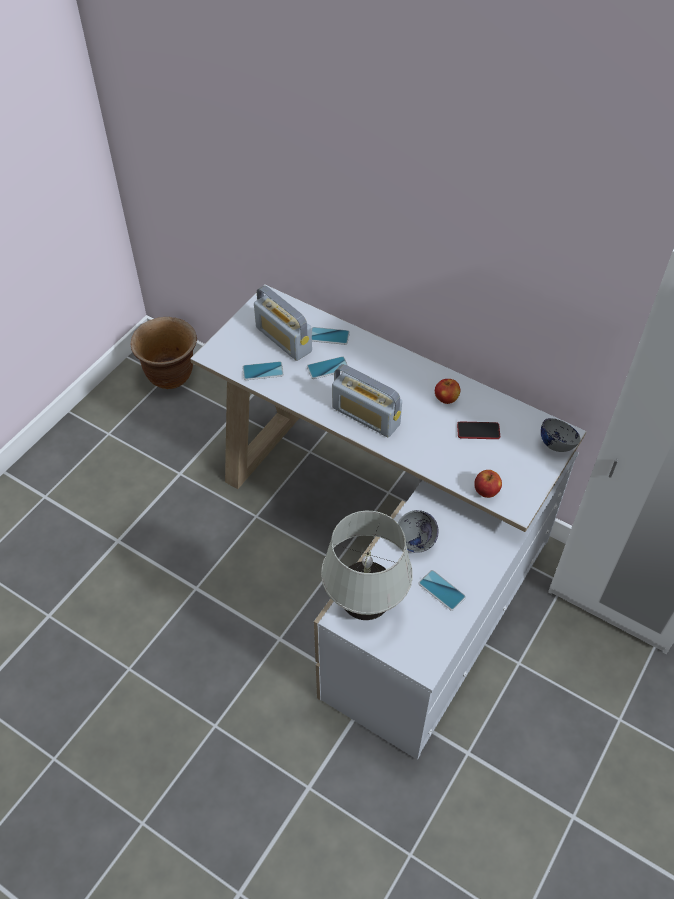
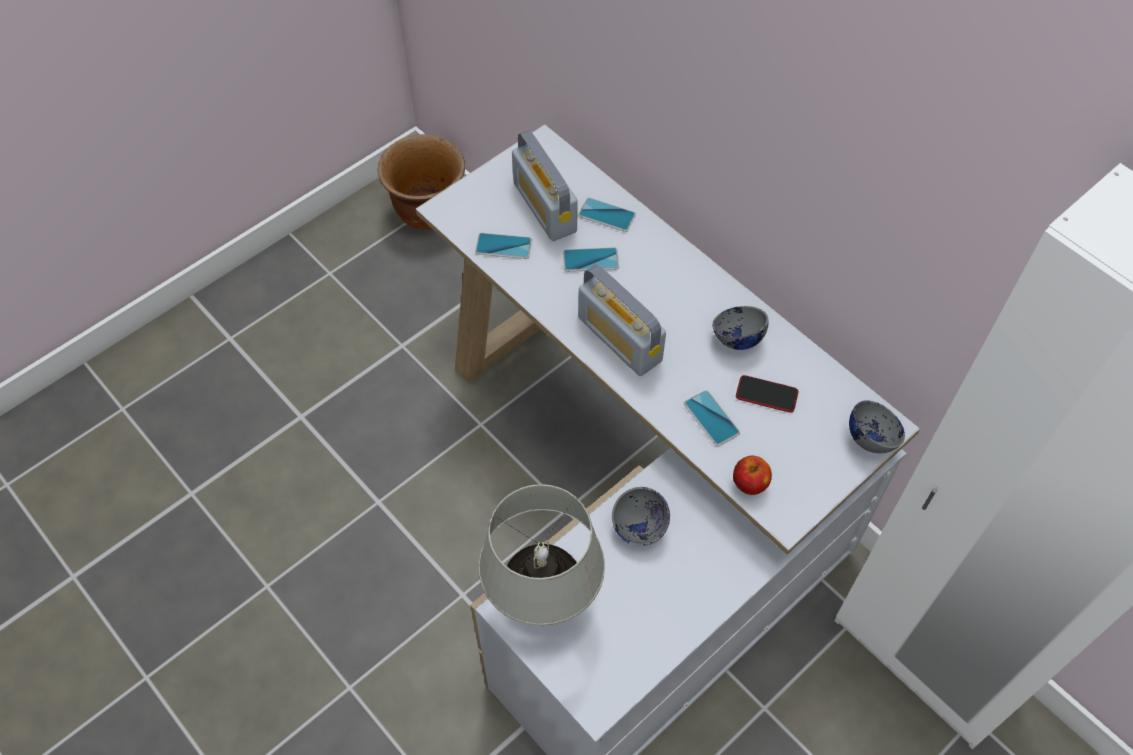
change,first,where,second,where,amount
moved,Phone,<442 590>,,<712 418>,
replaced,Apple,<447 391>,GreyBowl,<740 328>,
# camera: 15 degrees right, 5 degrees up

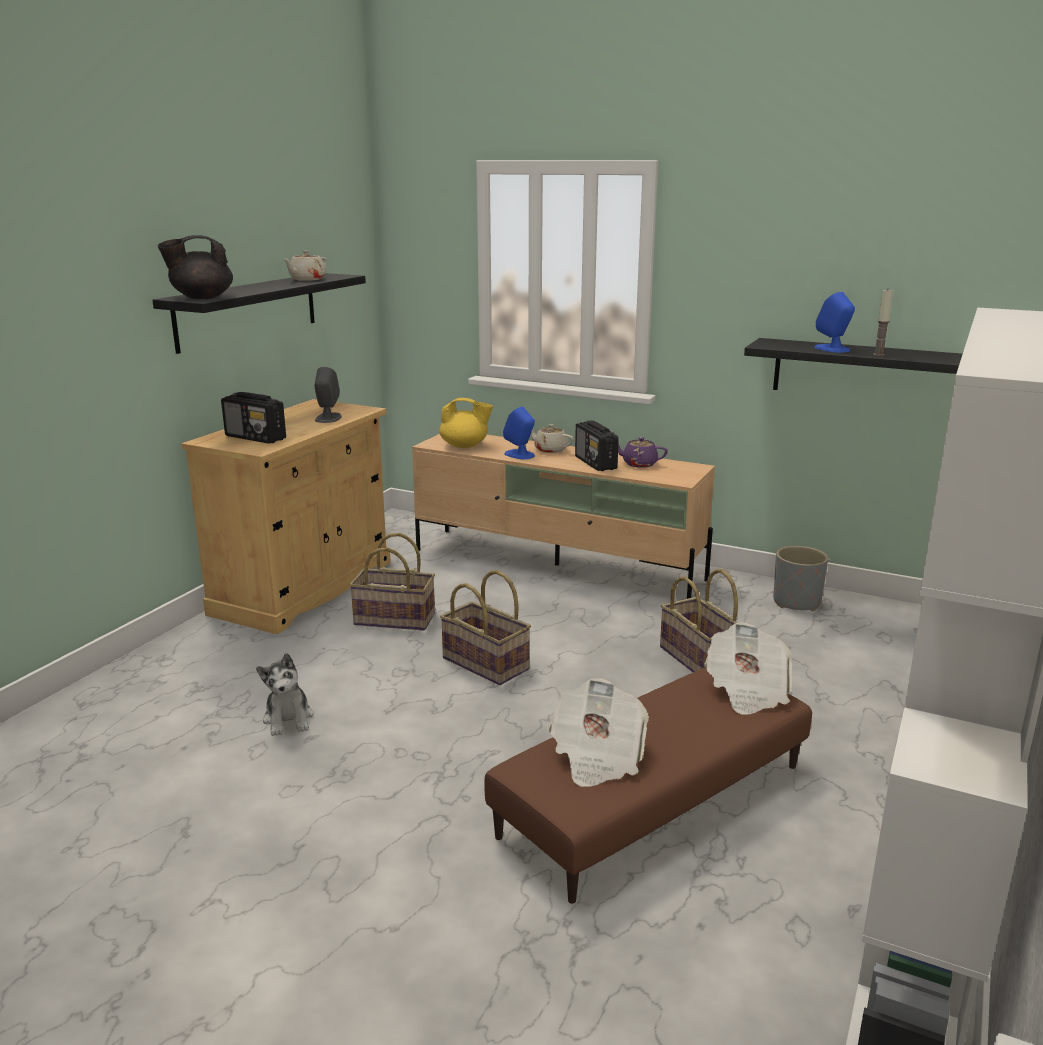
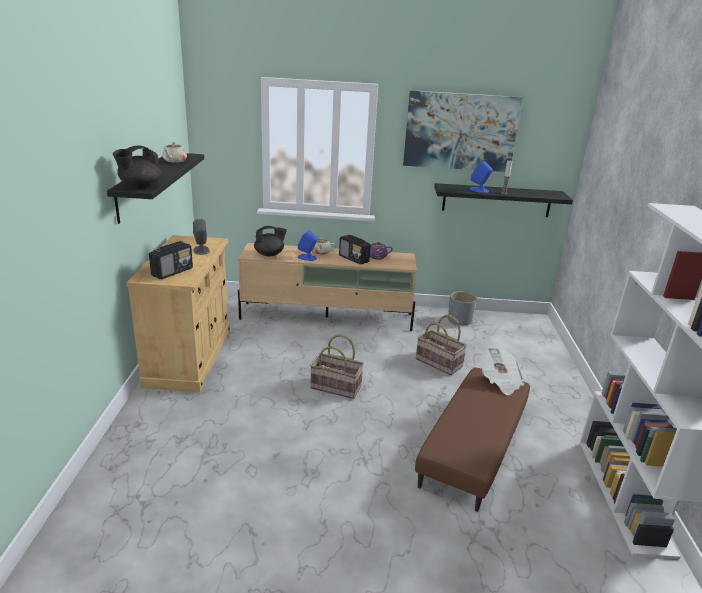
change,first,where,second,where,amount
removed,PlushToy,<284 694>,,,
removed,Basket,<392 582>,,,
removed,Newspaper,<599 732>,,,
added,,,Picture,<463 131>,
recoloured,YellowTeapot,<466 423>,BlackTeapot,<270 241>,
turned,Radio,<253 418>,,<171 260>,60 degrees counterclockwise
# camera: 25 degrees left, 5 degrees up

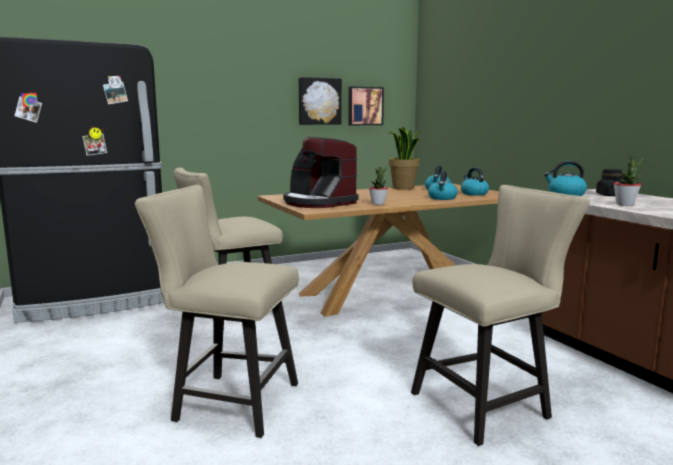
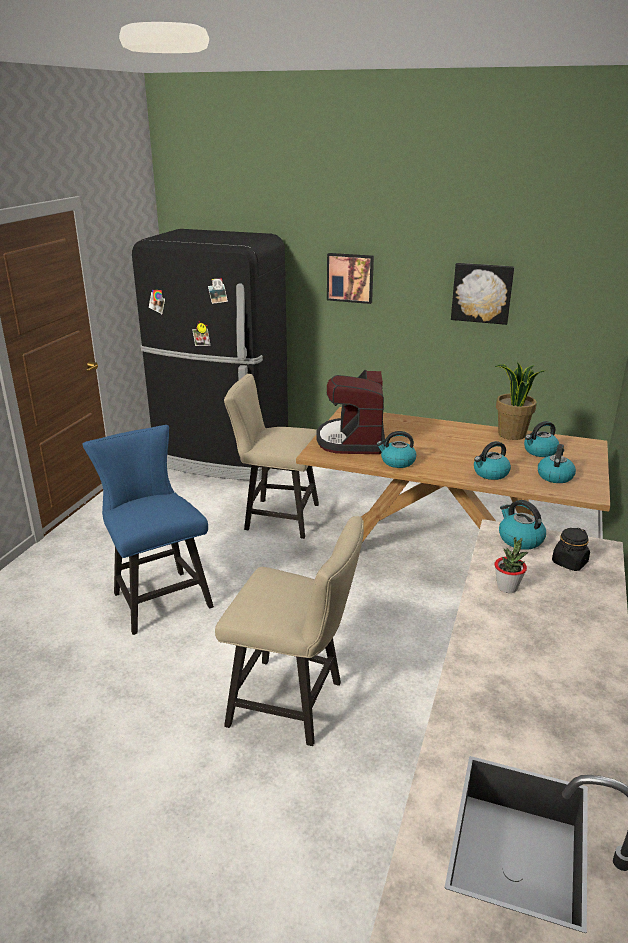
change,first,where,second,where,amount
moved,Picture,<366 106>,,<350 278>,
replaced,PottedPlant,<378 185>,Kettle,<396 449>,
recoloured,BeigeChair,<217 311>,BlueChair,<148 530>,
# camera: 45 degrees right, 15 degrees up

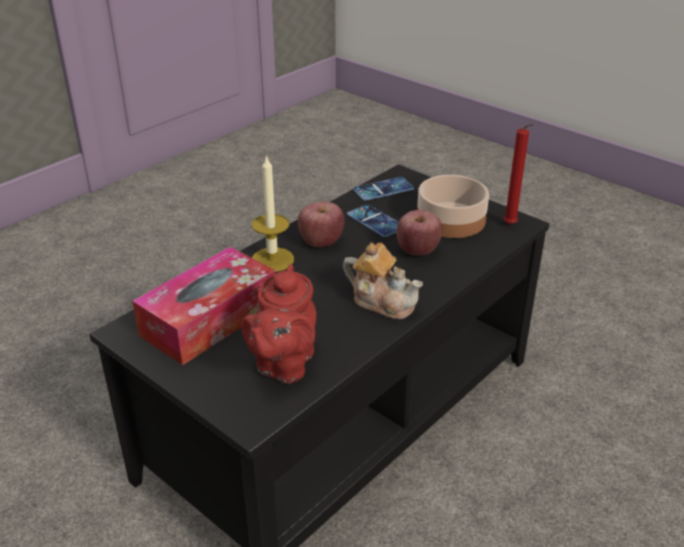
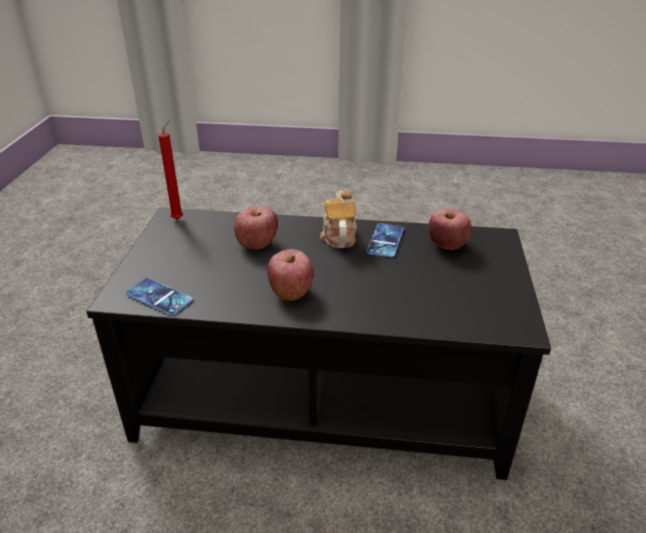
change,first,where,second,where,amount
removed,TissueBox,<203 306>,,,
removed,Candle,<273 213>,,,
removed,Bowl,<453 206>,,,
moved,Phone,<372 221>,,<385 240>,
replaced,RedTeapot,<278 324>,Apple,<450 229>,
# camera: 125 degrees left, 0 degrees up

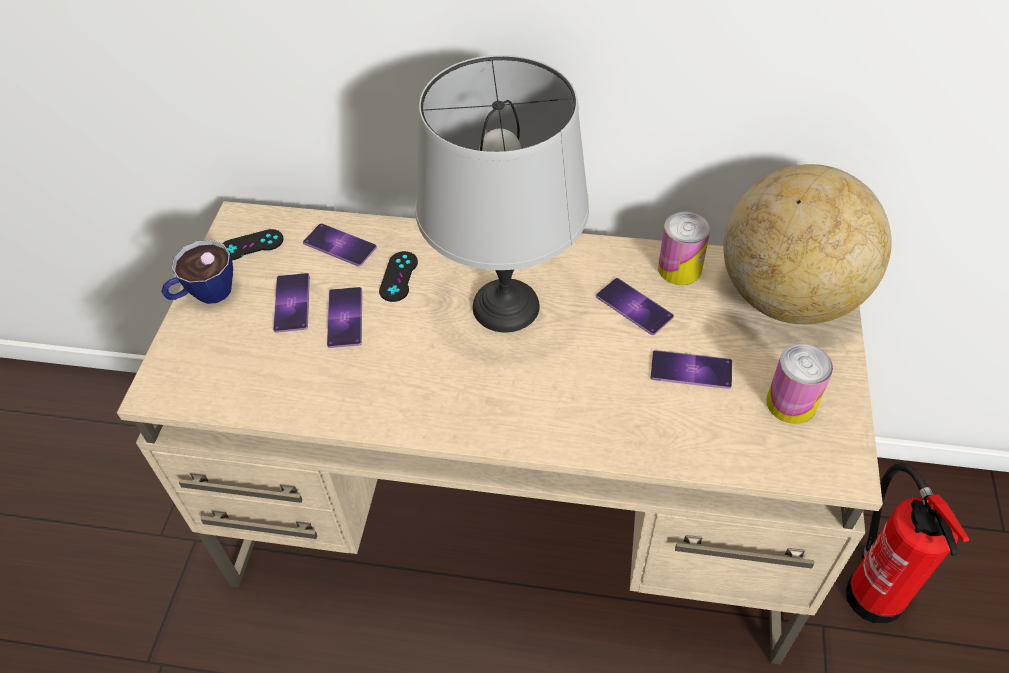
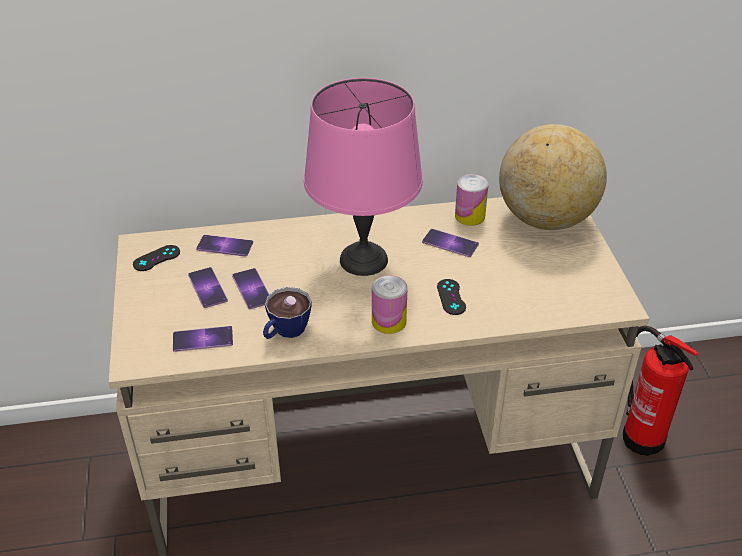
change,first,where,second,where,amount
moved,Cup,<197 272>,,<287 313>,
moved,BlackGameController,<398 276>,,<451 297>,
moved,Phone,<691 369>,,<203 339>,
moved,Can,<799 384>,,<390 304>,
recoloured,GreyTableLamp,<502 193>,PinkTableLamp,<363 177>,
# camera: 20 degrees left, 10 degrees down

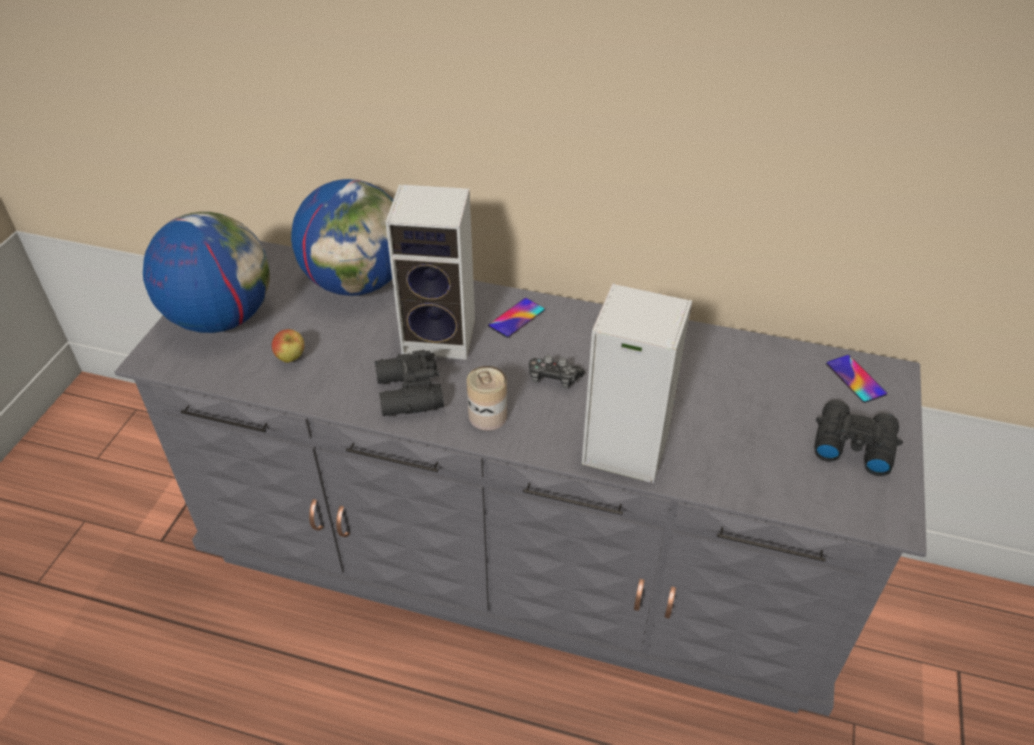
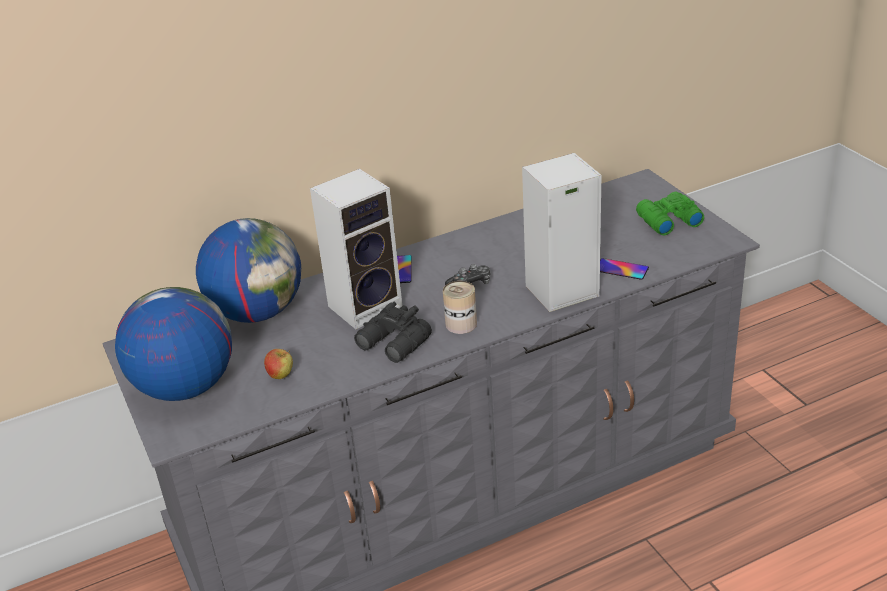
change,first,where,second,where,amount
moved,Phone,<856 379>,,<624 269>,
recoloured,BlackBinoculars,<858 438>,GreenBinoculars,<670 213>,
# camera: 40 degrees left, 10 degrees down

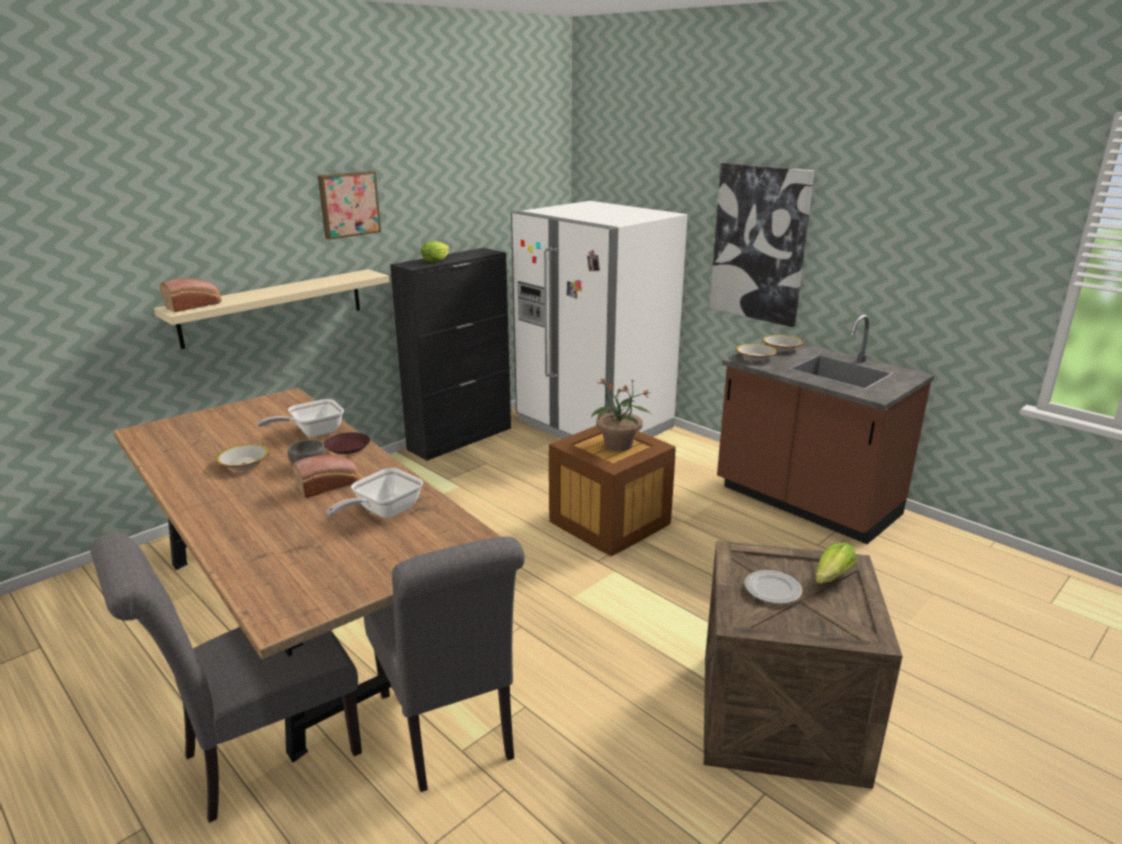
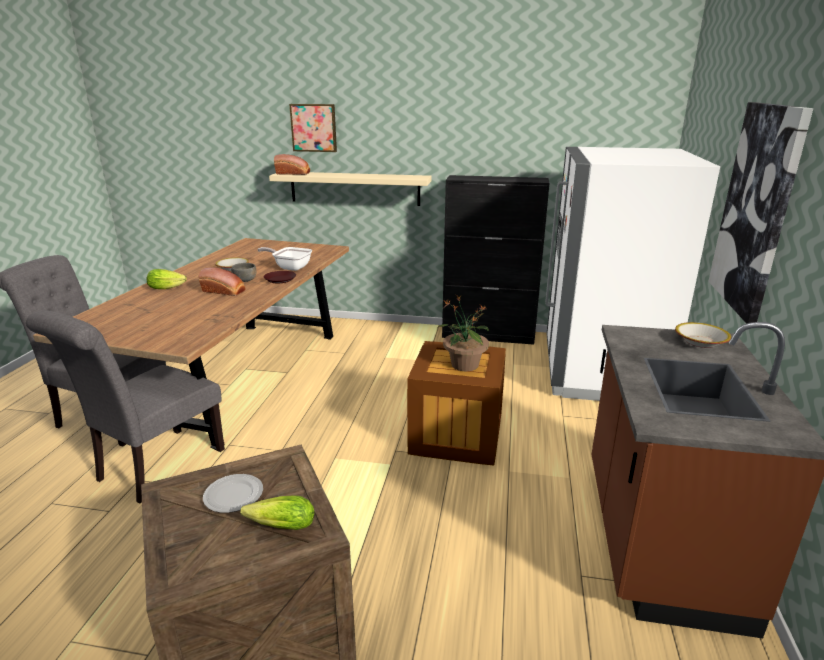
change,first,where,second,where,amount
removed,FryingPan,<374 493>,,,
removed,Bowl,<756 352>,,,
moved,Picture,<349 205>,,<313 128>,
moved,Lettuce,<435 252>,,<166 279>,
# camera: 55 degrees right, 0 degrees up

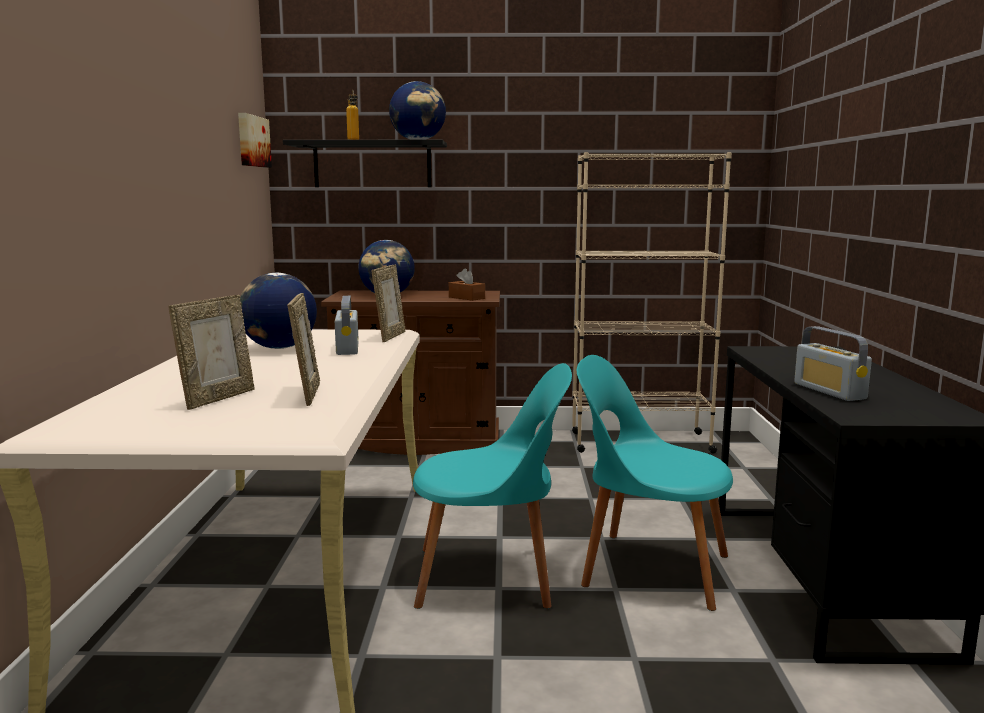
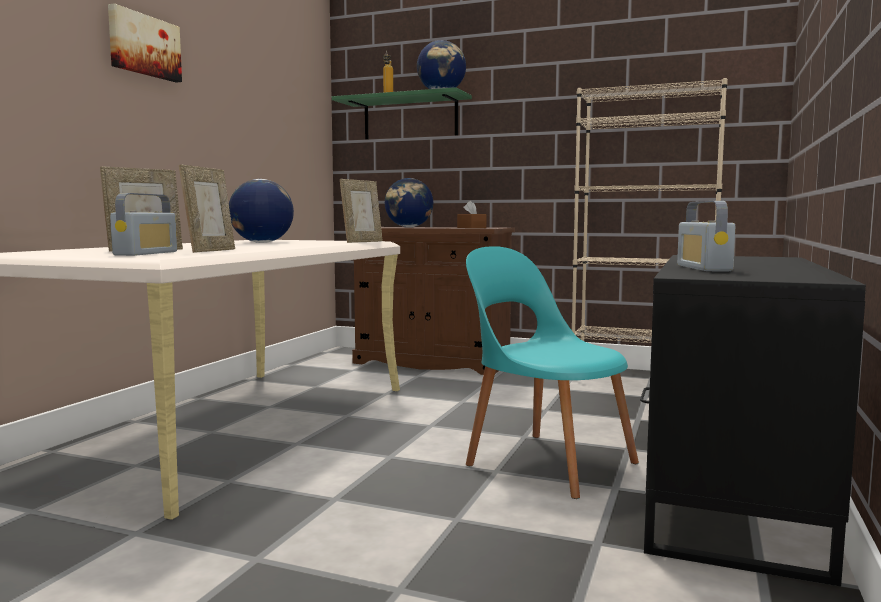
change,first,where,second,where,amount
removed,TurquoiseChair,<492 486>,,,
moved,Picture,<255 140>,,<145 43>,
moved,Radio,<347 325>,,<143 224>,
recoloured,BlackShelf,<365 163>,GreenShelf,<402 113>,
# camera: 20 degrees right, 5 degrees down

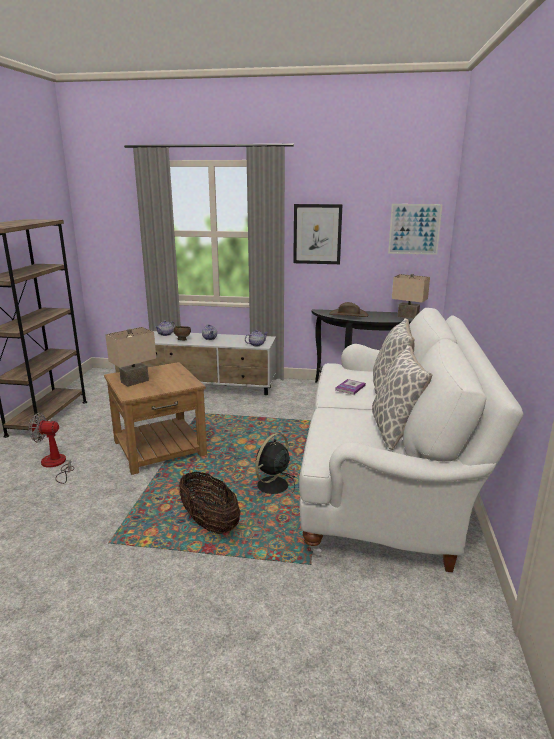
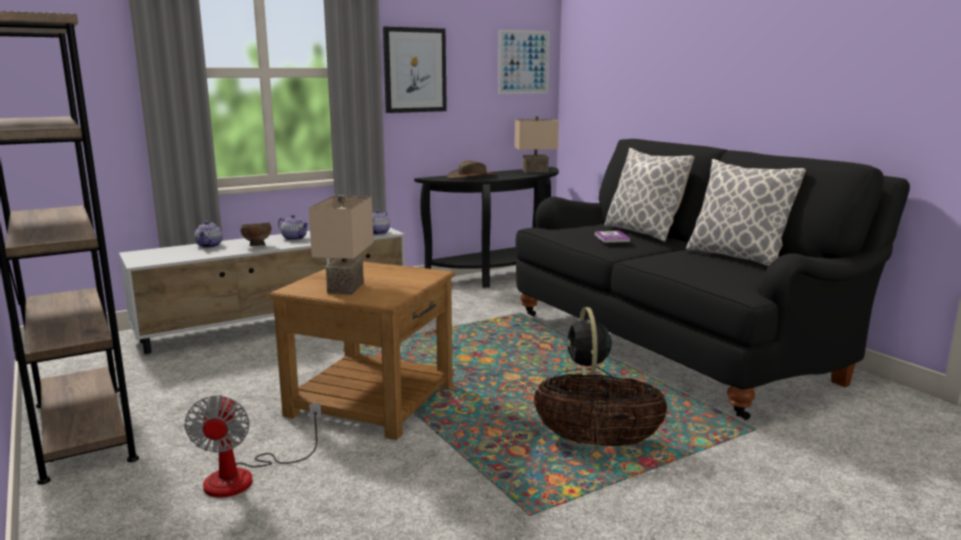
change,first,where,second,where,amount
recoloured,WhiteSofa,<411 440>,BlackSofa,<712 279>,
turned,Fan,<51 448>,,<253 446>,60 degrees counterclockwise
# camera: 40 degrees left, 5 degrees down

